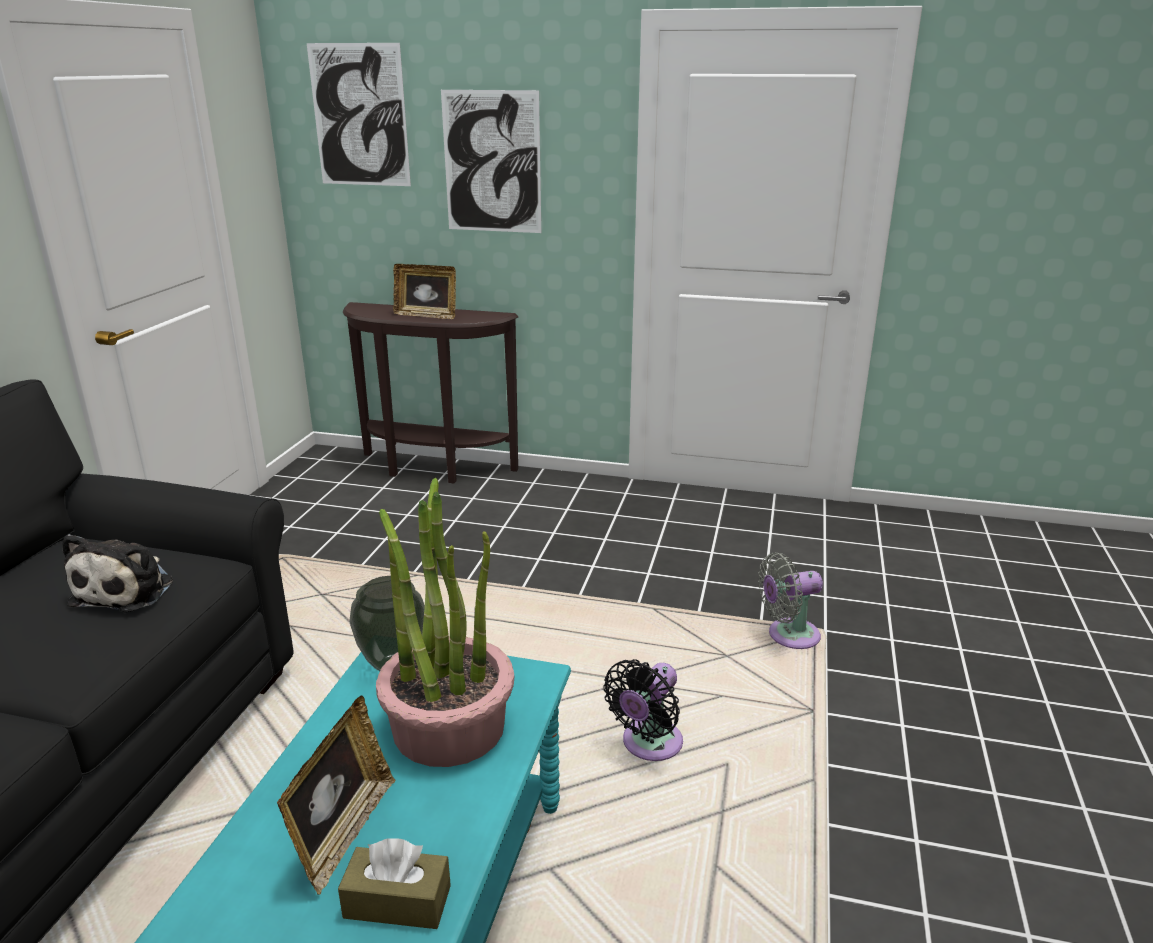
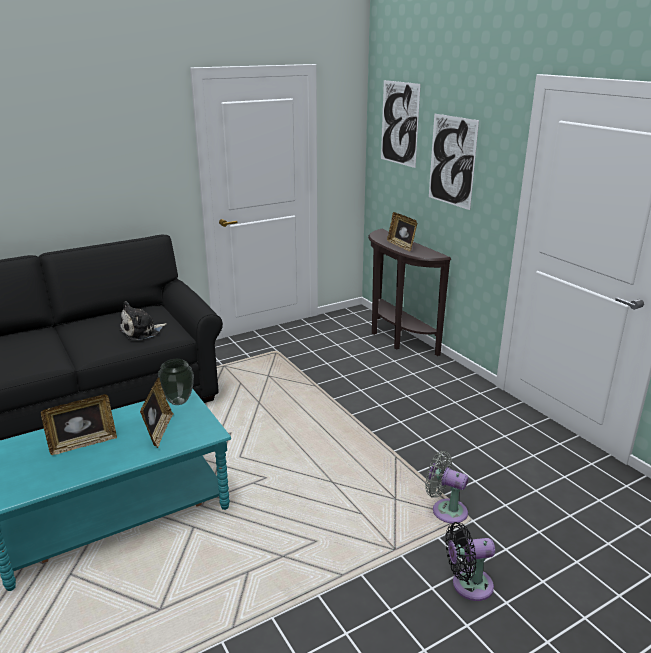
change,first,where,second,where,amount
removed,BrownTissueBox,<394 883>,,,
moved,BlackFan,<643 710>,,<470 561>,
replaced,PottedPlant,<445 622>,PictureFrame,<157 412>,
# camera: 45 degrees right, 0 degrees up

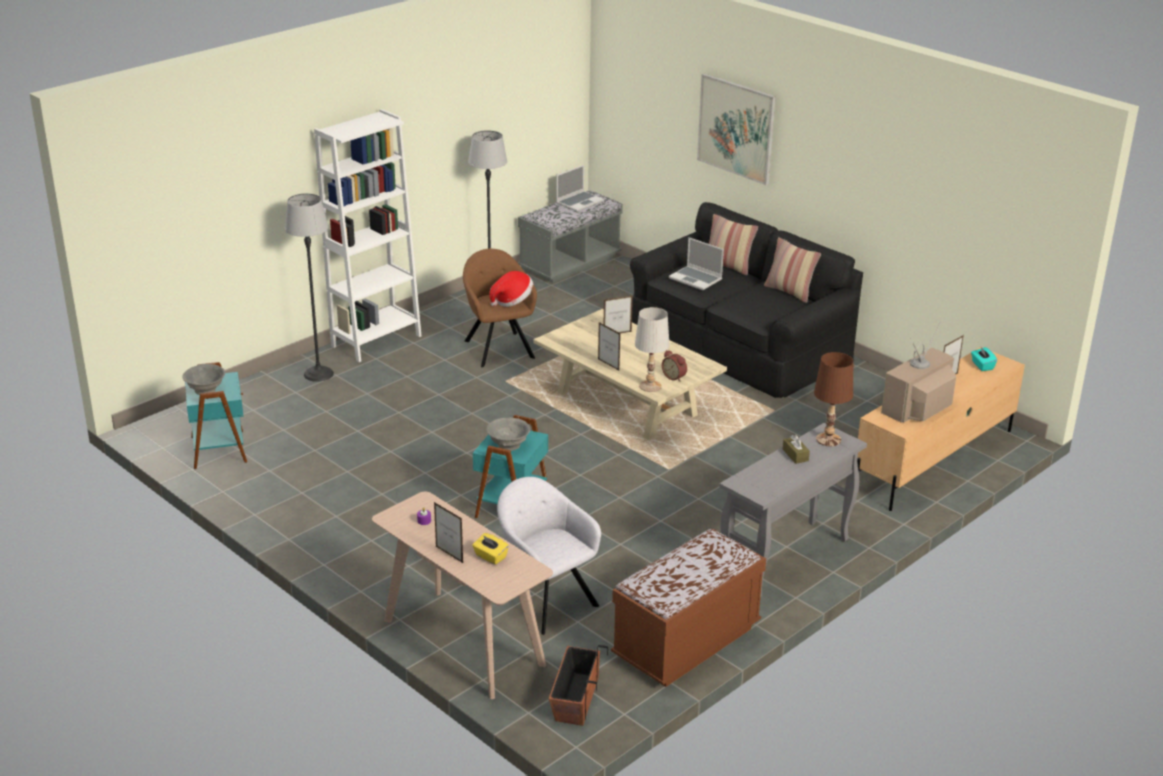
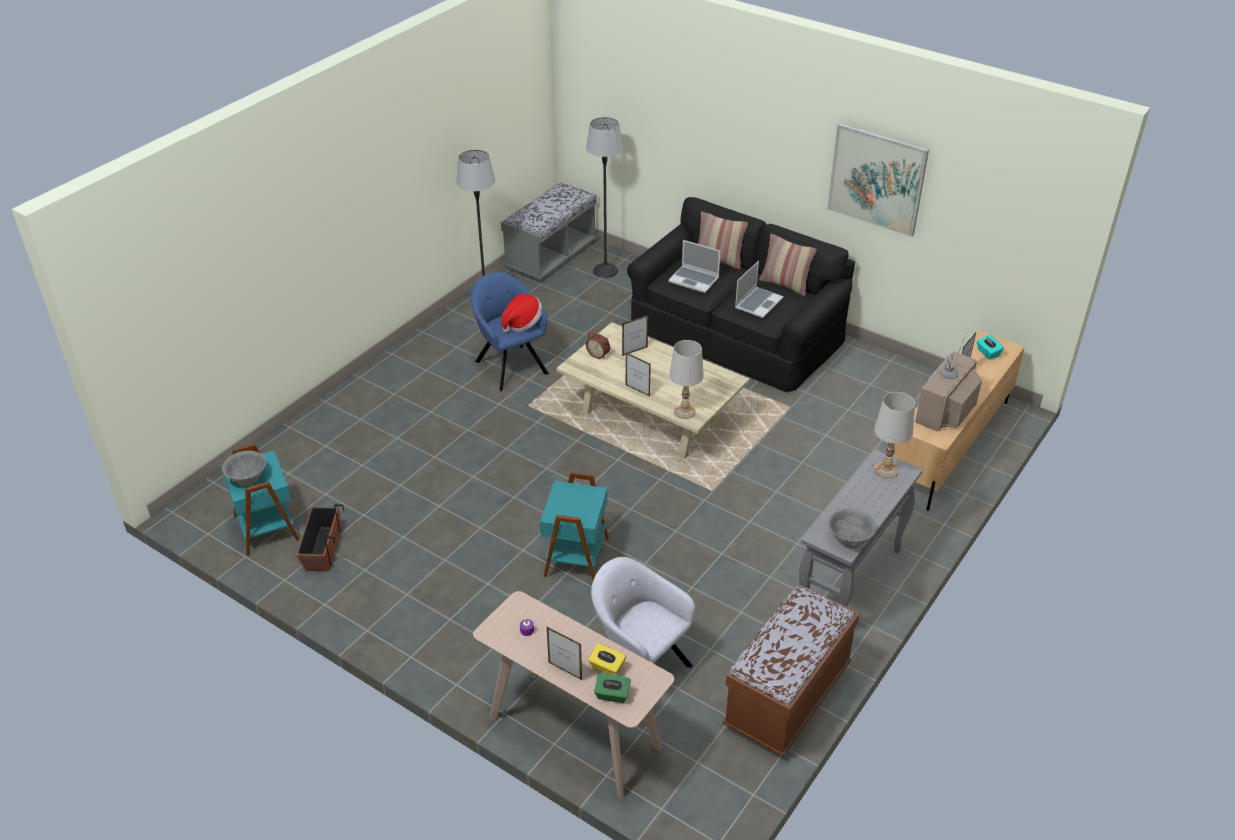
change,first,where,second,where,amount
removed,WhiteBookcase,<367 235>,,,
removed,BrownTissueBox,<796 449>,,,
added,,,GreenTissueBox,<612 688>,
moved,FloorLamp,<309 287>,,<604 197>,
moved,GreyBowl,<508 434>,,<852 528>,
moved,Planter,<578 685>,,<320 538>,
moved,Laptop,<580 188>,,<759 289>,
moved,AlarmClock,<674 365>,,<598 345>,
moved,Picture,<736 129>,,<878 180>,
recoloured,BrownArmchair,<500 308>,BlueArmchair,<510 331>,
recoloured,BrownTableLamp,<833 399>,WhiteTableLamp,<894 435>,
# camera: 10 degrees left, 10 degrees up

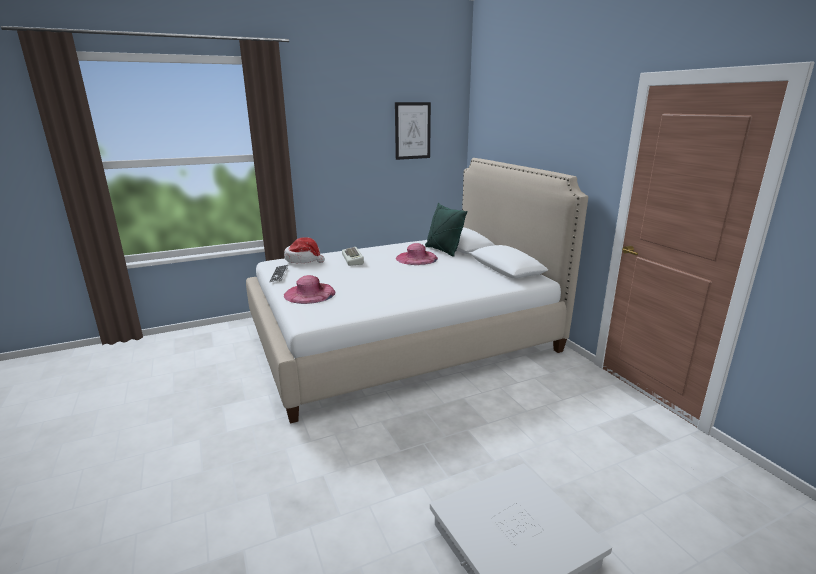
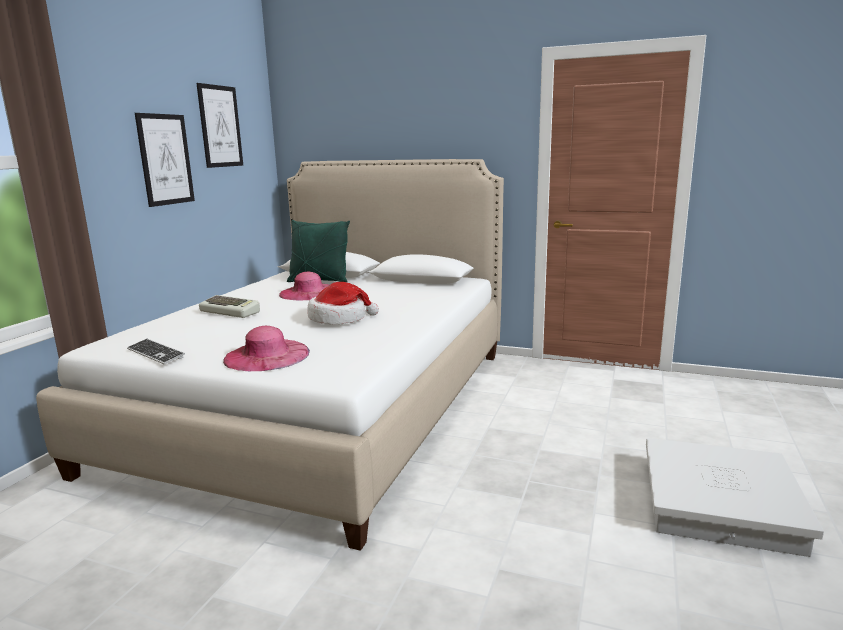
change,first,where,second,where,amount
added,,,Picture,<165 160>,
moved,Hat,<304 250>,,<343 303>,
# camera: 45 degrees left, 5 degrees down

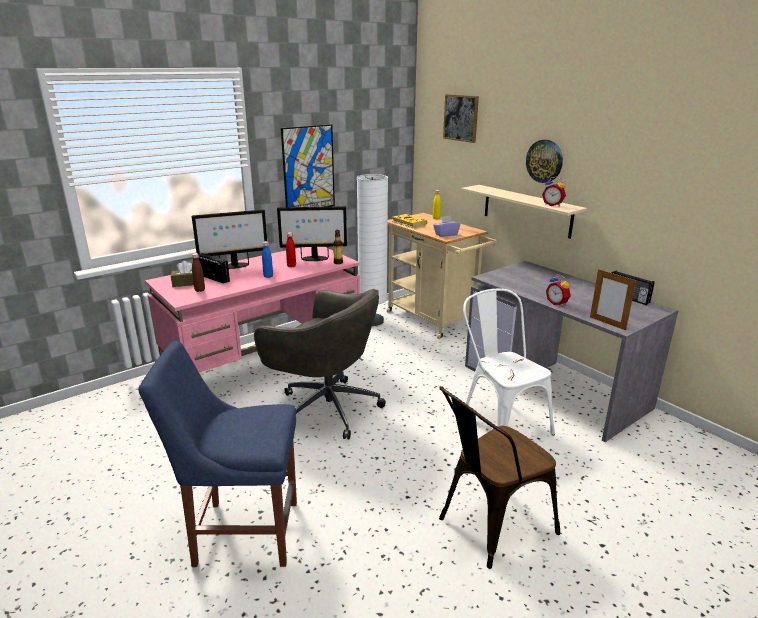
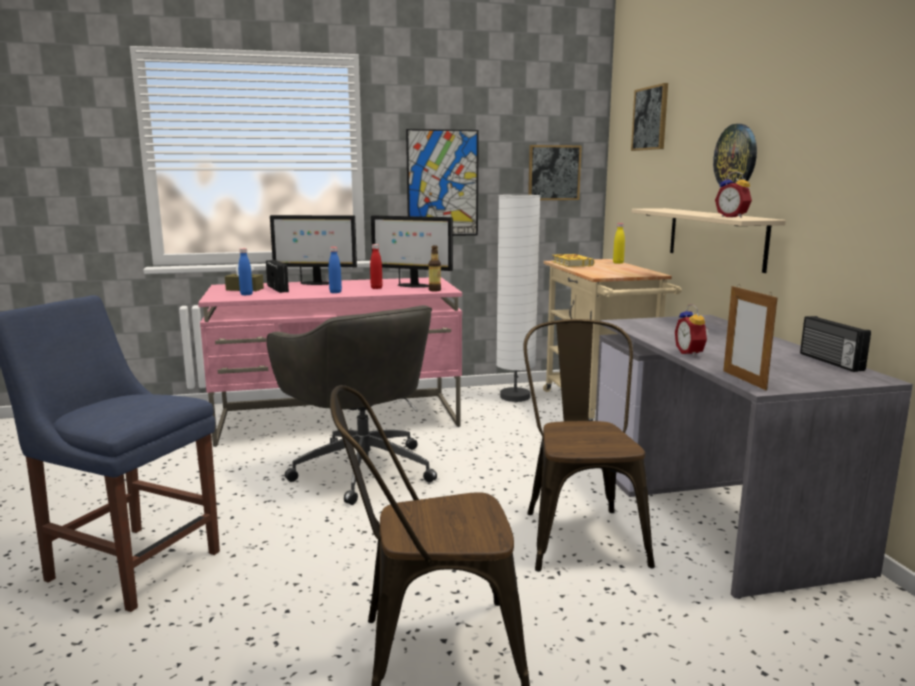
change,first,where,second,where,amount
removed,PurpleTissueBox,<446 226>,,,
added,,,Picture,<555 172>,
recoloured,BrownBottle,<198 272>,BlueBottle,<245 271>,
recoloured,WhiteChair,<509 362>,BrownChair,<589 445>,
# camera: 25 degrees right, 10 degrees down

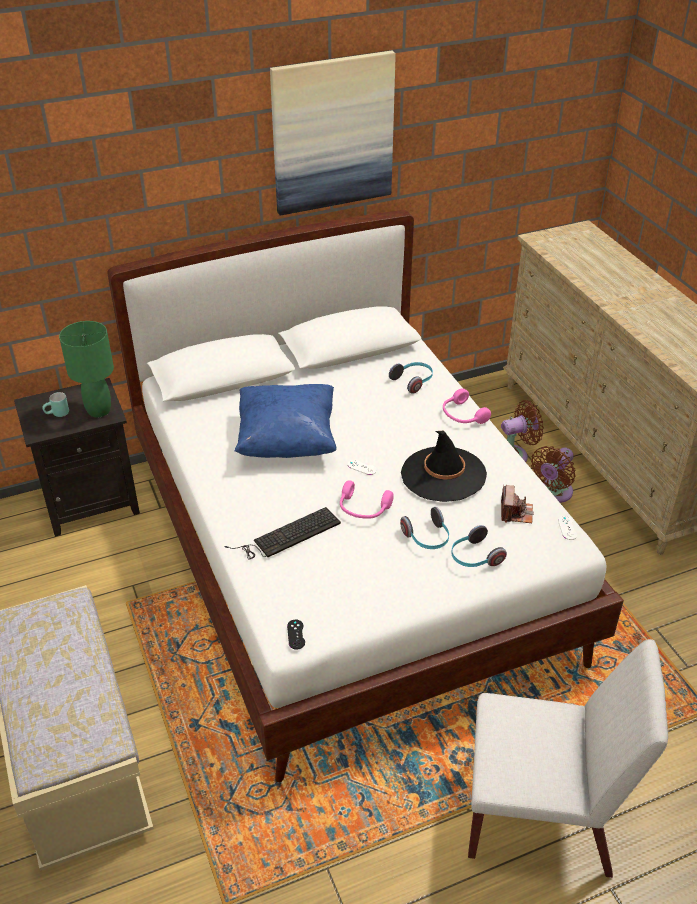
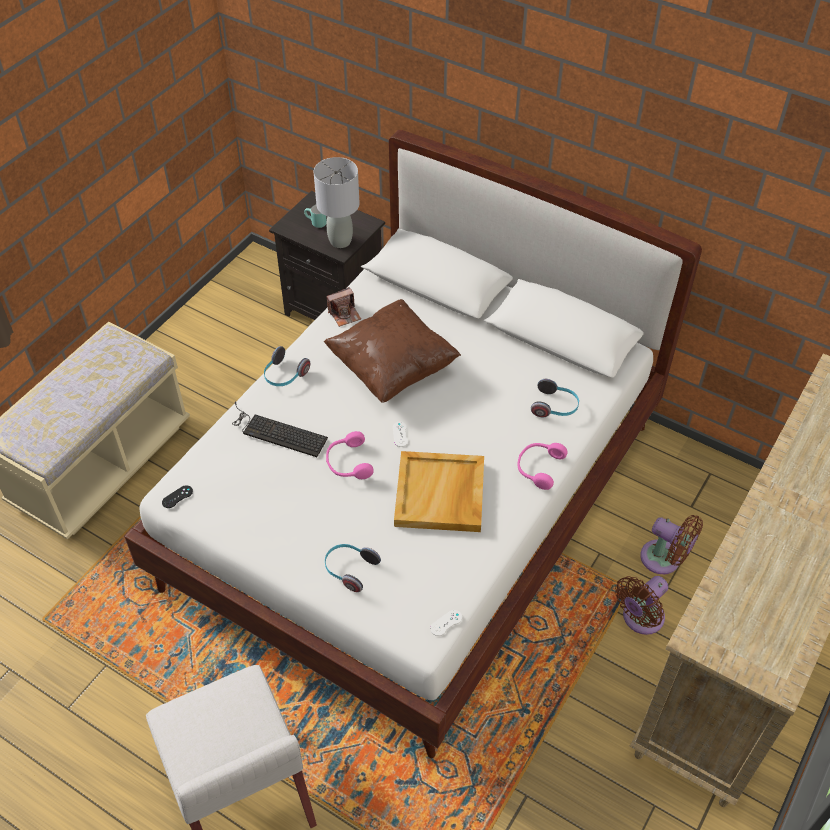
change,first,where,second,where,amount
removed,Picture,<333 133>,,,
moved,Headphones,<424 528>,,<287 366>,
moved,PhotoCamera,<517 504>,,<343 307>,
replaced,BlackHat,<444 466>,BeigeTray,<439 491>,
recoloured,GreenTableLamp,<86 369>,GreyTableLamp,<337 202>,
recoloured,BluePillow,<285 421>,BrownPillow,<392 350>,
turned,BrownFan,<553 474>,,<641 605>,45 degrees counterclockwise
# camera: 55 degrees right, 10 degrees up

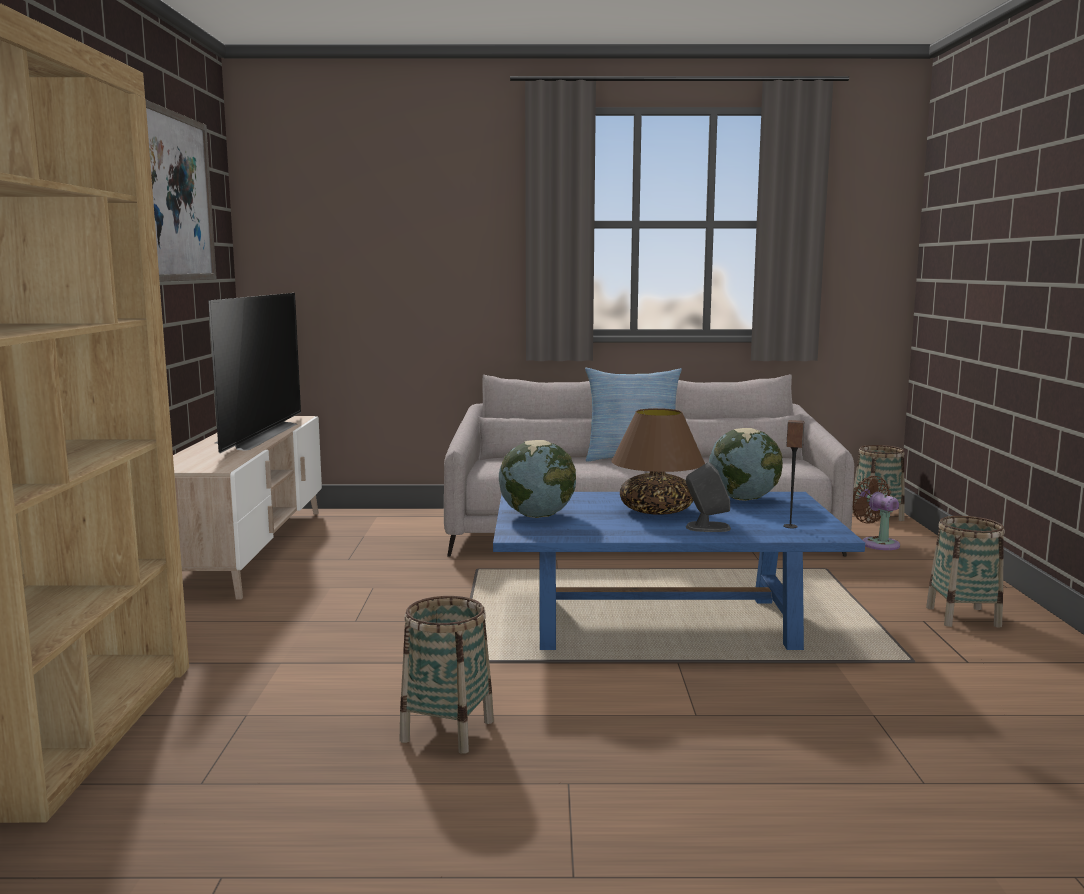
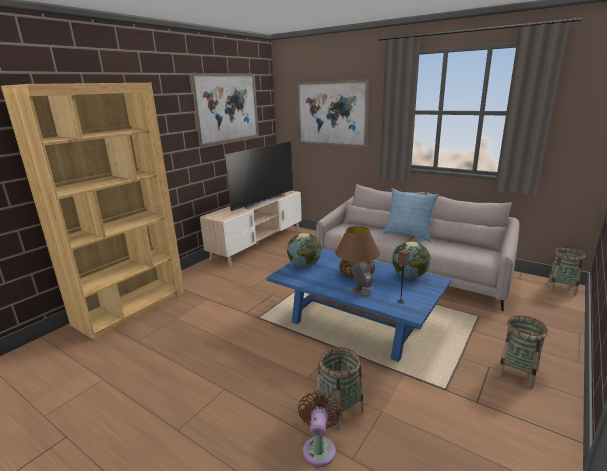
change,first,where,second,where,amount
added,,,Picture,<333 113>,
moved,Basket,<446 675>,,<340 388>,
moved,BrownFan,<876 513>,,<320 429>,
# camera: 35 degrees right, 10 degrees up

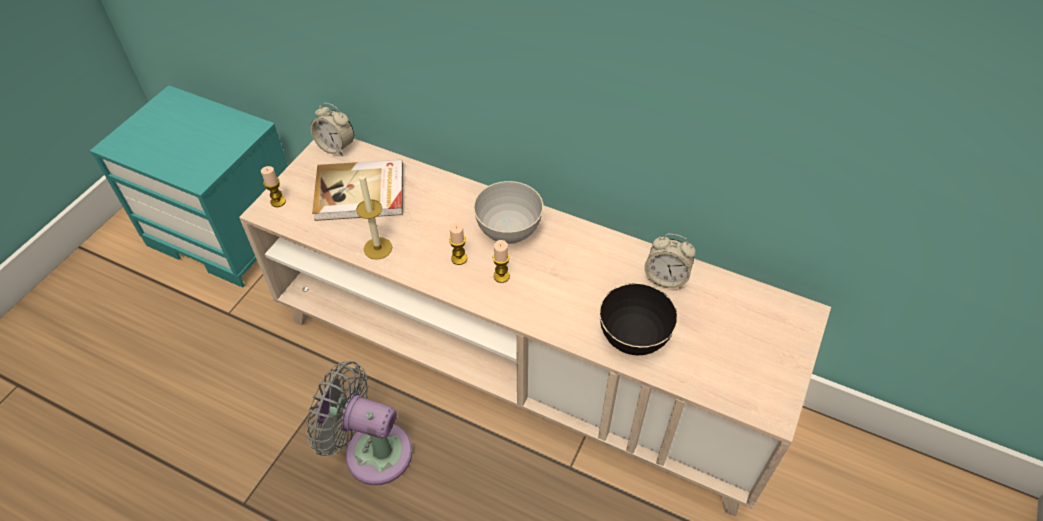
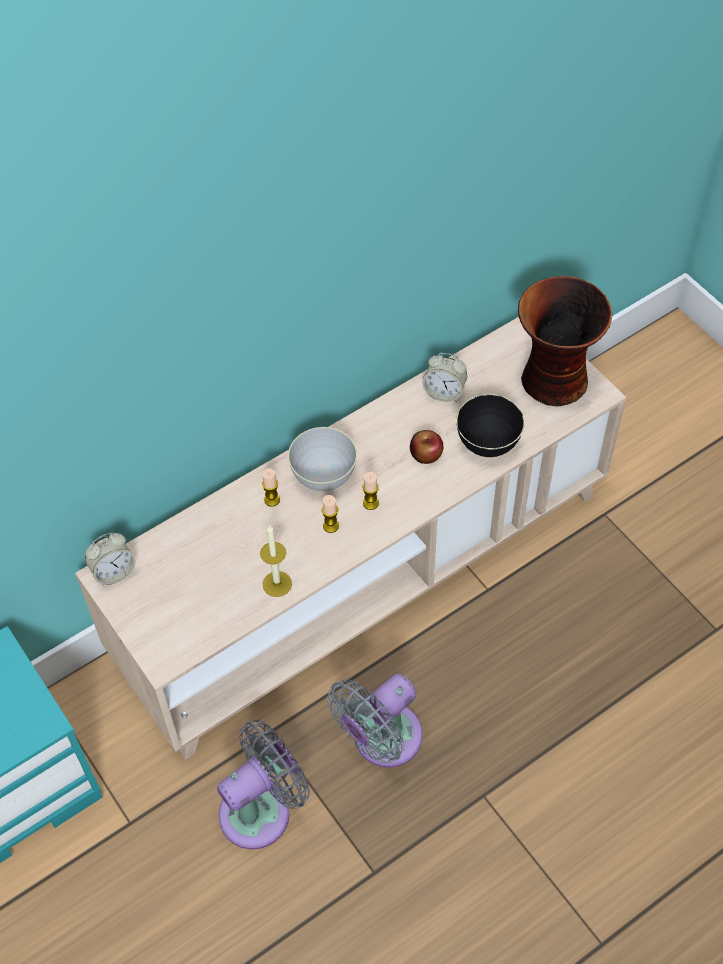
change,first,where,second,where,amount
removed,Book,<357 190>,,,
added,,,GreyFan,<263 784>,
added,,,Apple,<426 447>,
added,,,Vase,<565 341>,
moved,Candle,<273 186>,,<271 488>,
turned,AlarmClock,<670 261>,,<444 377>,60 degrees clockwise
# camera: 60 degrees left, 5 degrees up

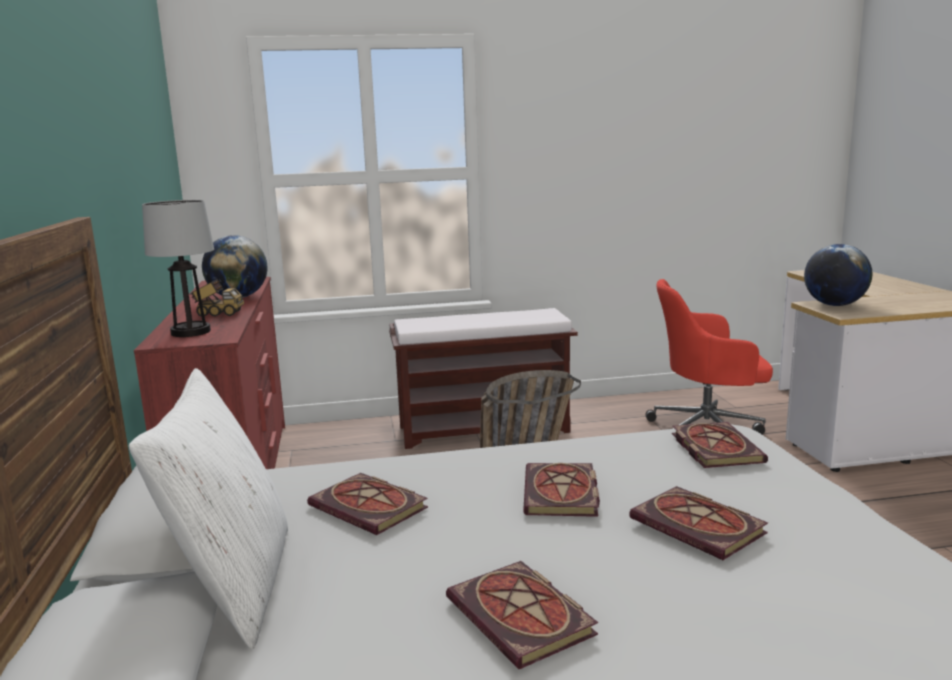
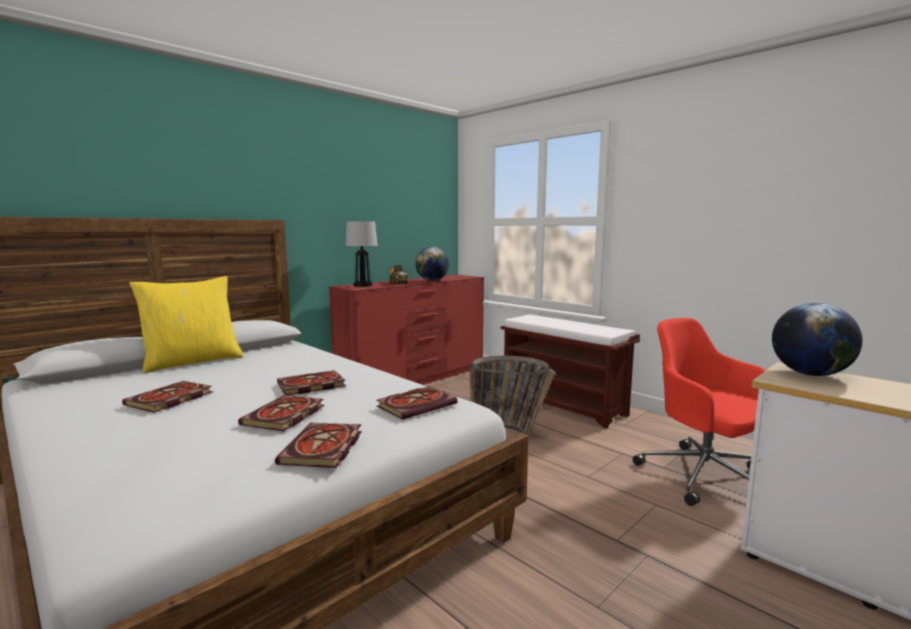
change,first,where,second,where,amount
moved,Book,<367 504>,,<318 445>,
recoloured,WhitePillow,<208 508>,YellowPillow,<186 324>,
# camera: 55 degrees right, 5 degrees down

